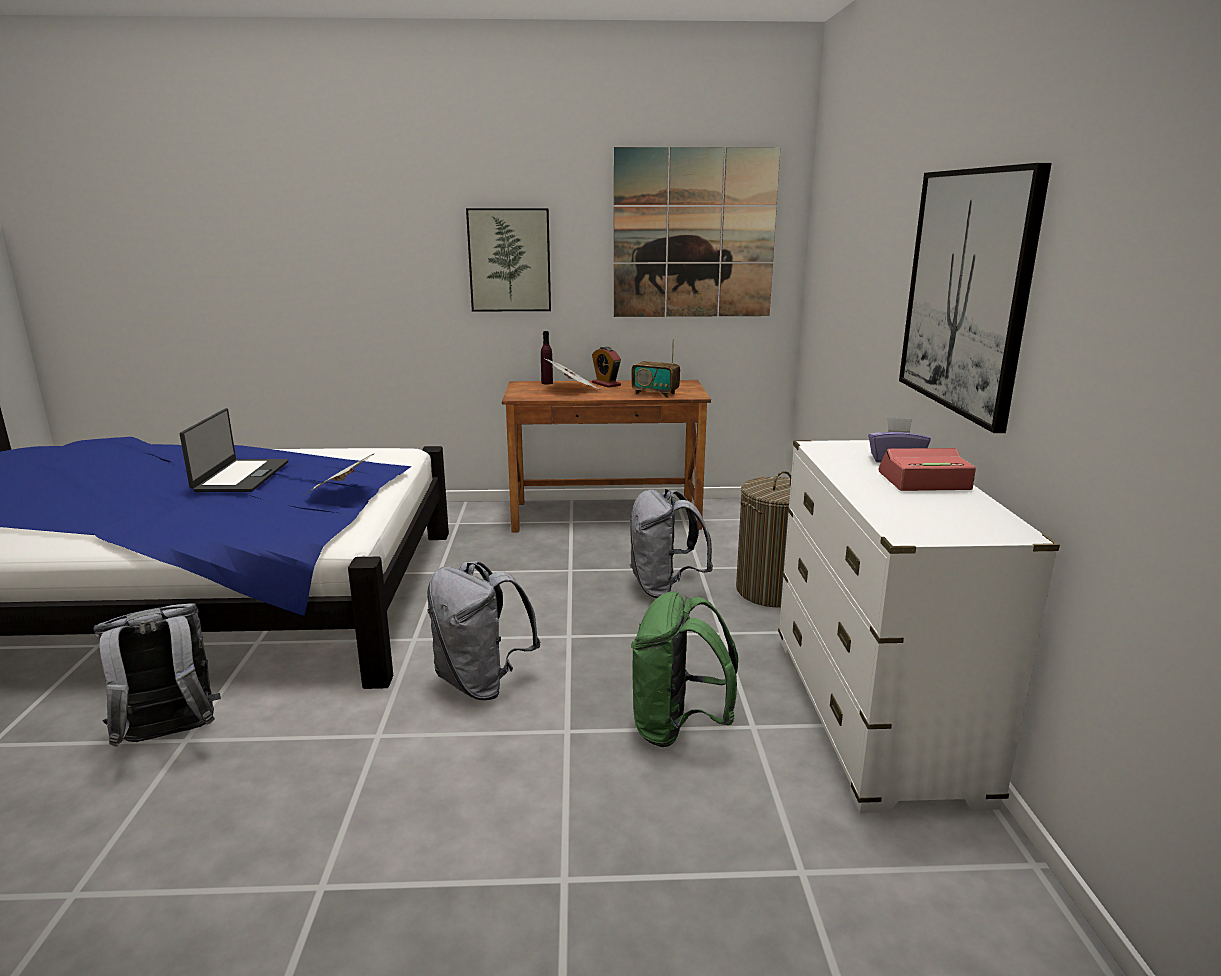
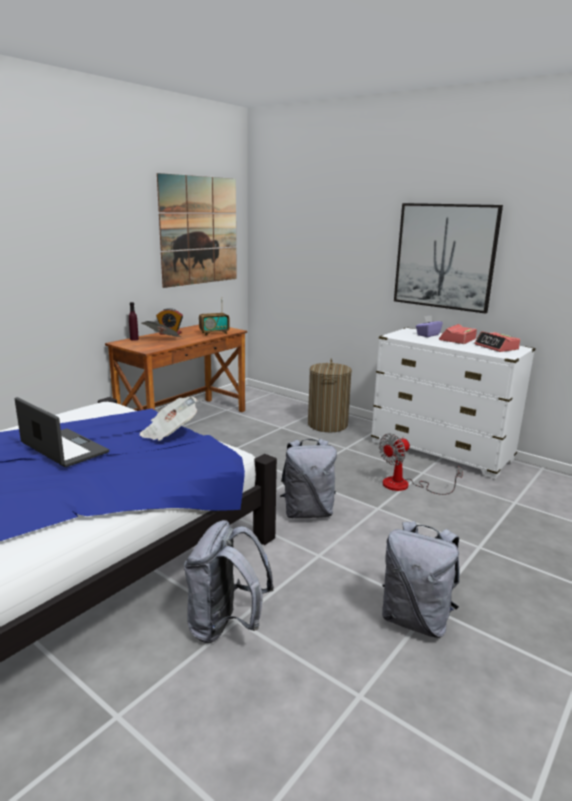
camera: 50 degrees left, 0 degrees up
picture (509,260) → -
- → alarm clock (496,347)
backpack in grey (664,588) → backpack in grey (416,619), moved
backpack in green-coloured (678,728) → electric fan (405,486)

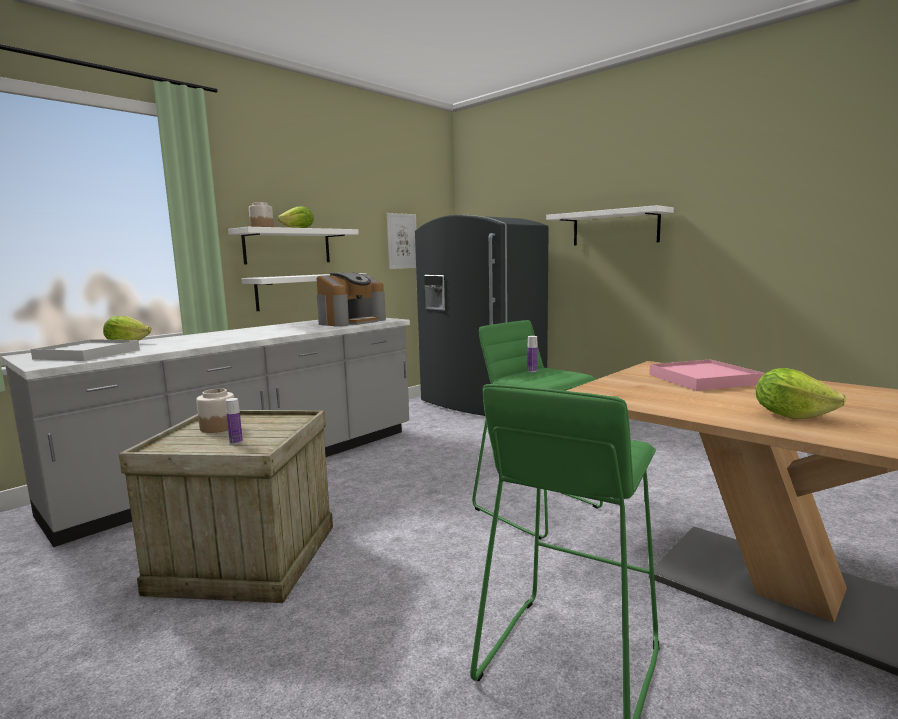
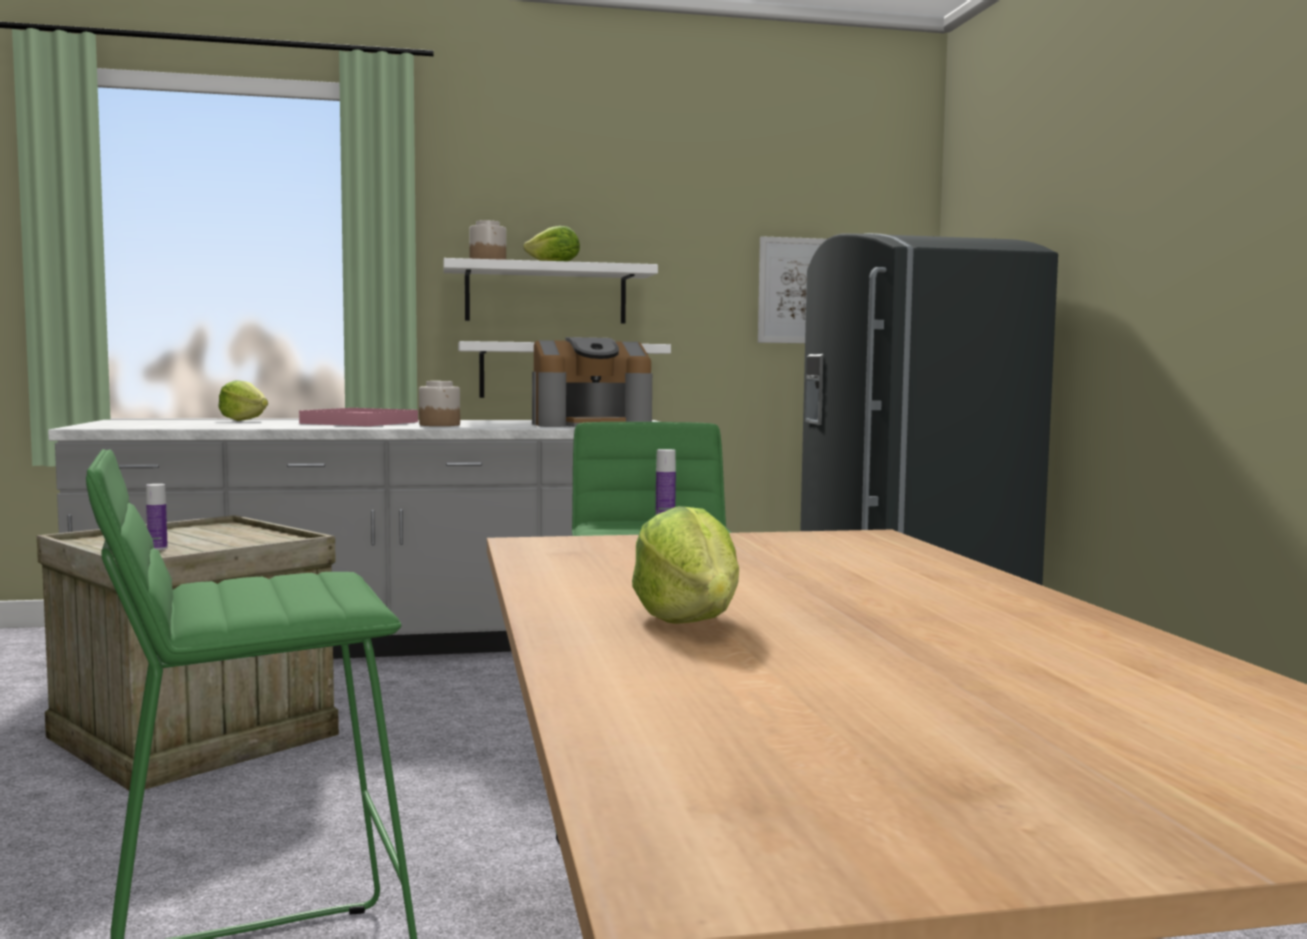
camera: 35 degrees right, 5 degrees down
tray in white (88,354) → -
wall shelf in white (615,228) → -
jar (218,427) → jar (440,425), moved
tray in pink-coloured (703,379) → tray in pink-coloured (359,423), moved

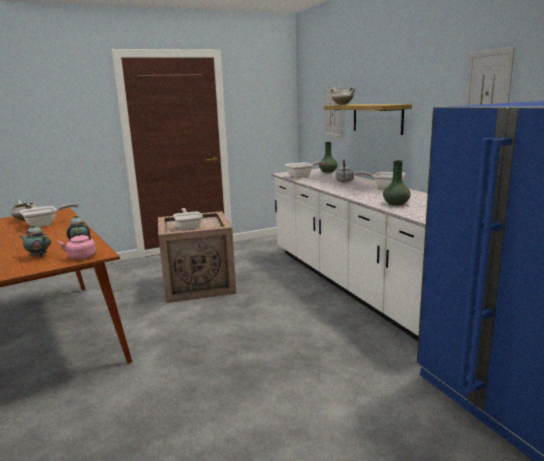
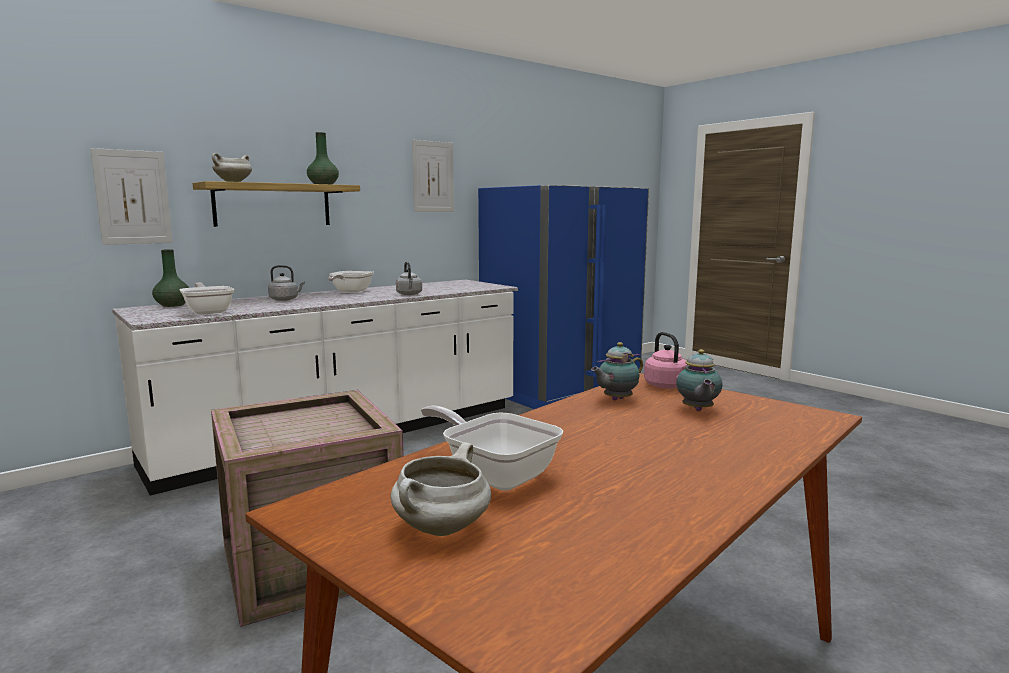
camera: 105 degrees left, 5 degrees down
pan (188,227) → -
- → tea kettle in grey (409,294)
vase in green-coloured (396,203) → vase in green-coloured (323,184), moved

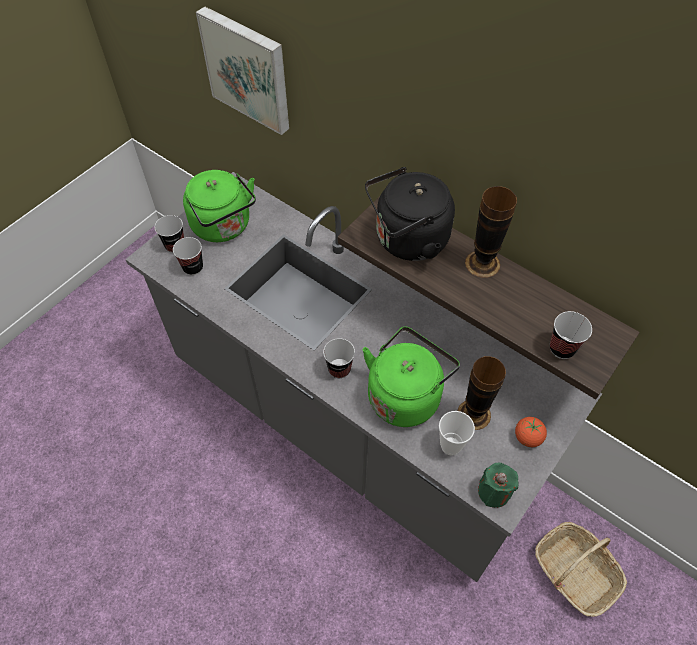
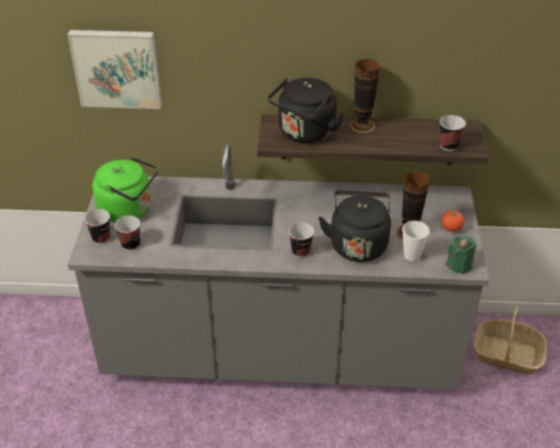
camera: 35 degrees left, 15 degrees down
tea kettle in green-coloured (405,394) → tea kettle in blackish (357,243)

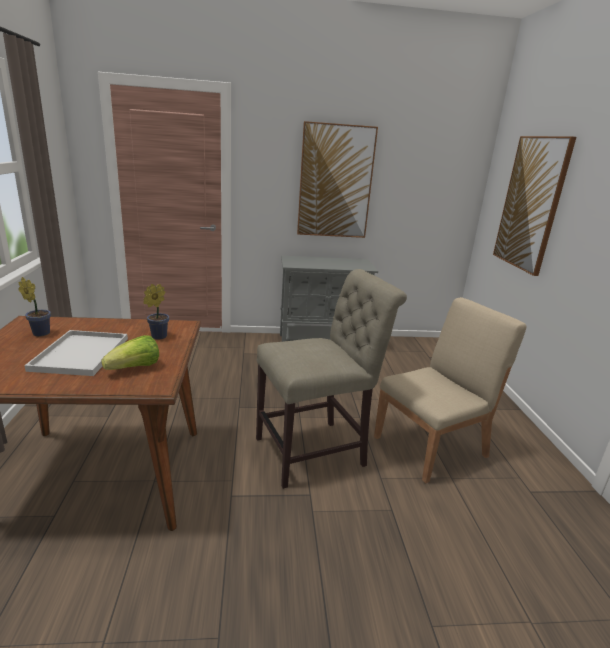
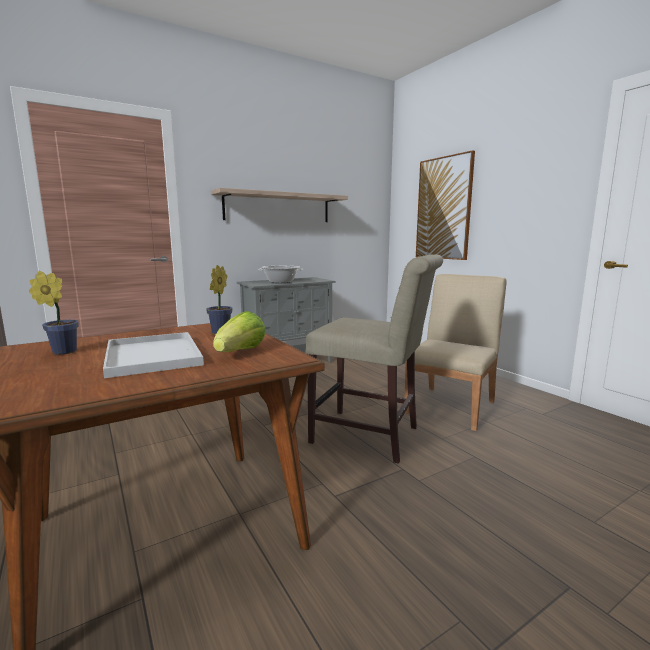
camera: 25 degrees left, 10 degrees down
- → stockpot (281,282)
picture (335,182) → wall shelf (278,207)
upright chair in beige (316,451) → upright chair in beige (371,436), 75 degrees clockwise

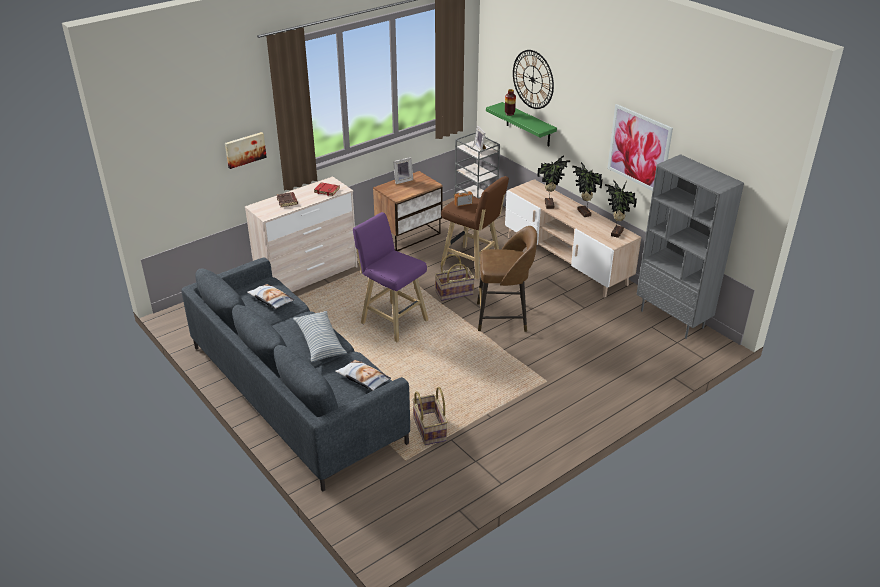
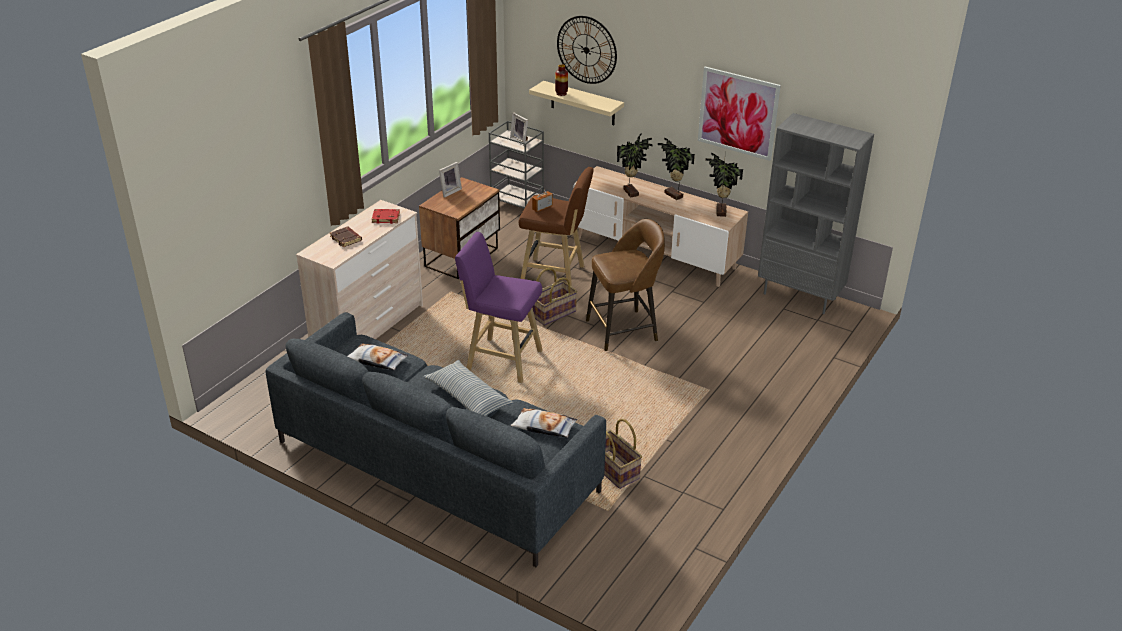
camera: 20 degrees left, 0 degrees up
picture (245,149) → -
wall shelf in green-coloured (528,125) → wall shelf in beige (582,103)

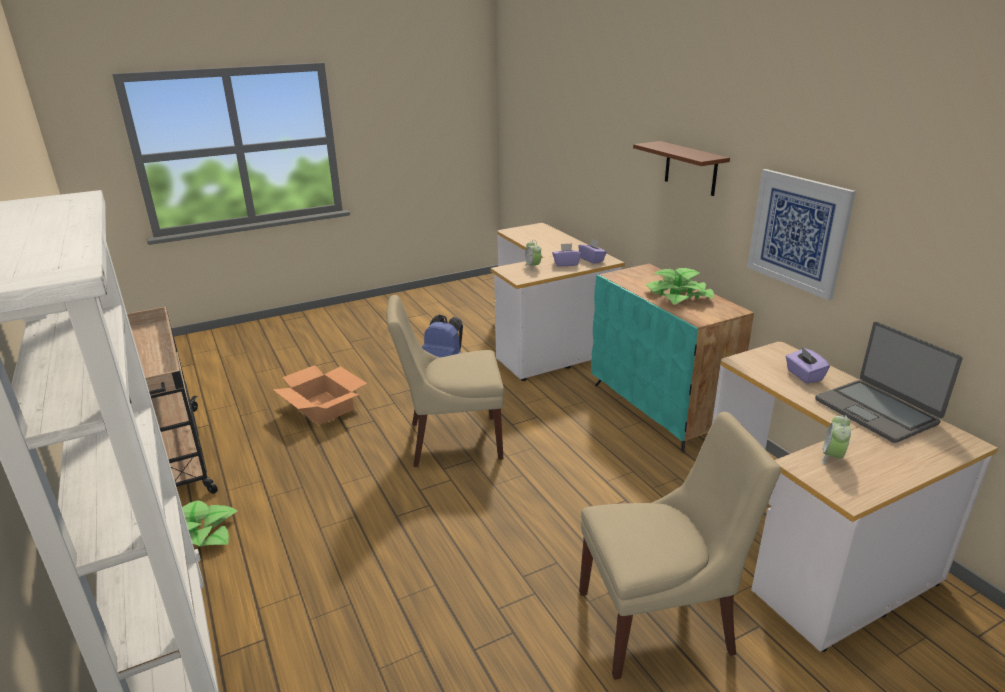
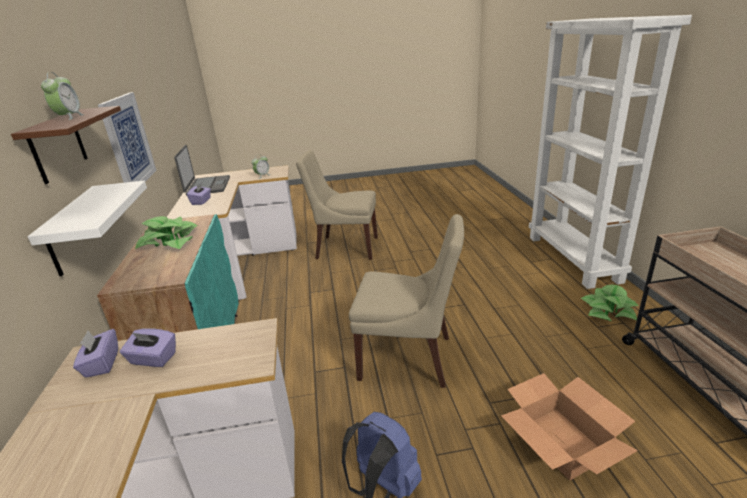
camera: 160 degrees left, 0 degrees up
- → wall shelf in white (73,230)
alarm clock (533,266) → alarm clock (69,117), moved

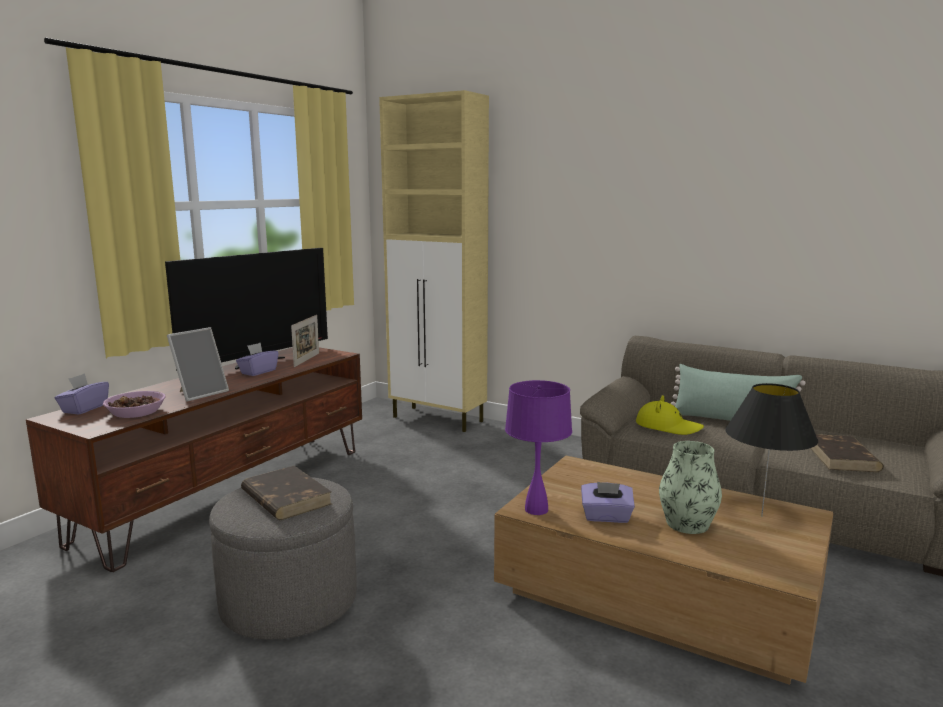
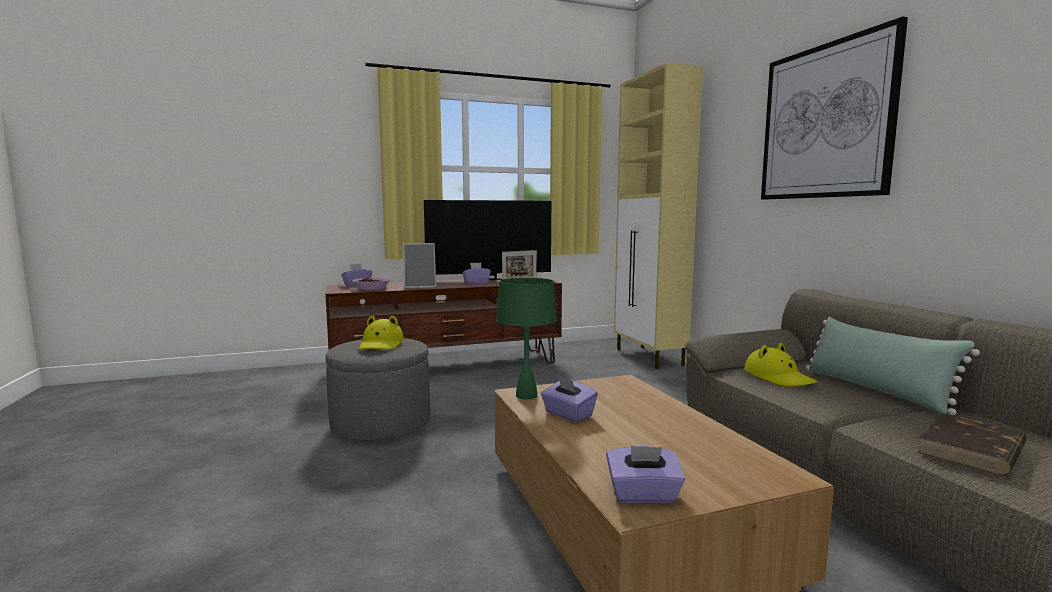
camera: 40 degrees right, 5 degrees down
vase (687,524) → -
tabletop lamp in blackish (761,516) → -
- → tissue box in purplish (643,495)
- → picture (825,122)
book in brown-coloured (285,497) → wearable hat in yellowish (381,345)
tabletop lamp in purplish (537,510) → tabletop lamp in green-coloured (526,396)

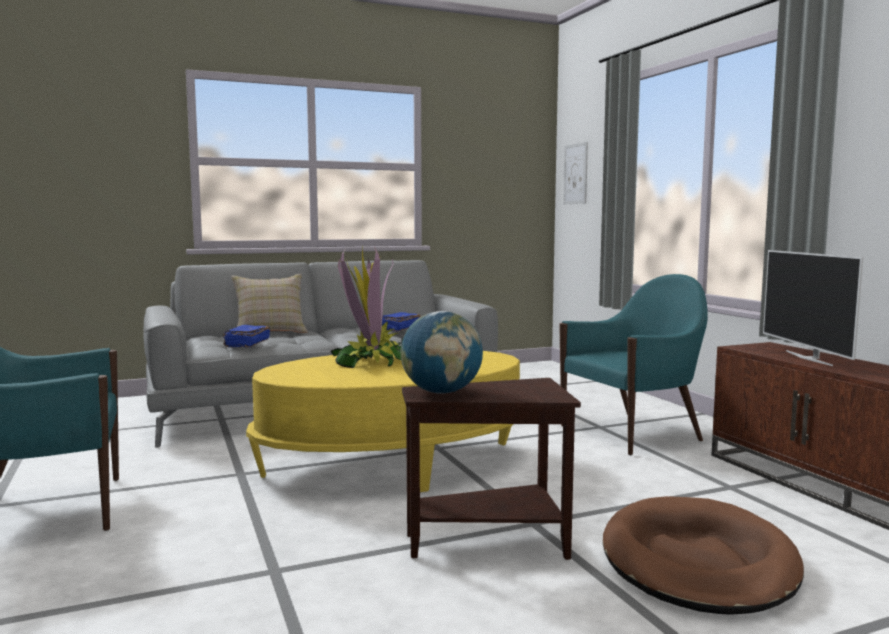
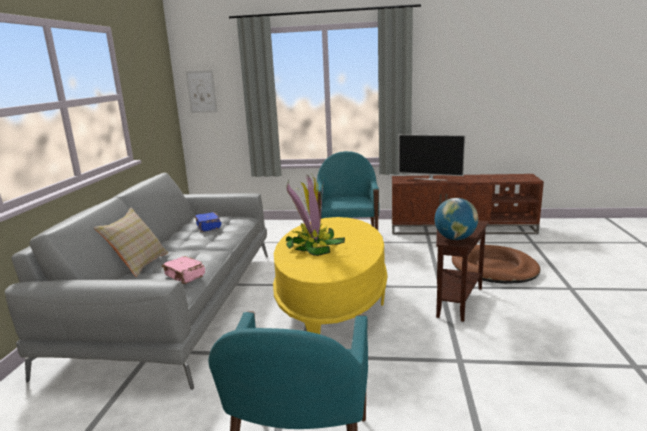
camera: 60 degrees left, 10 degrees up
book in bluish (246,344) → book in pink-coloured (185,276)

